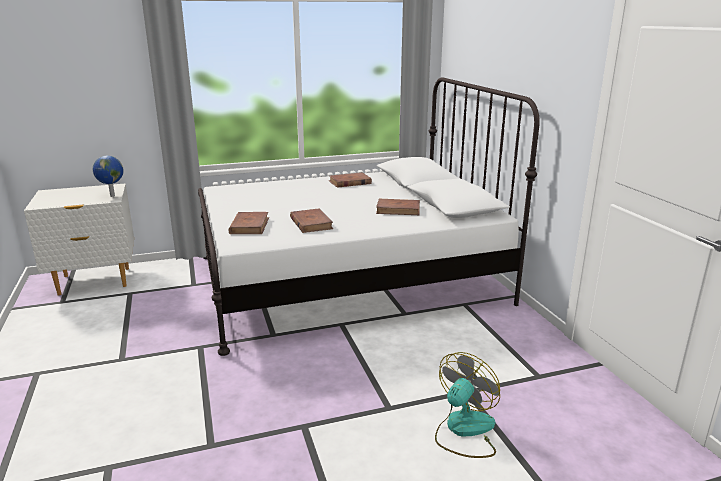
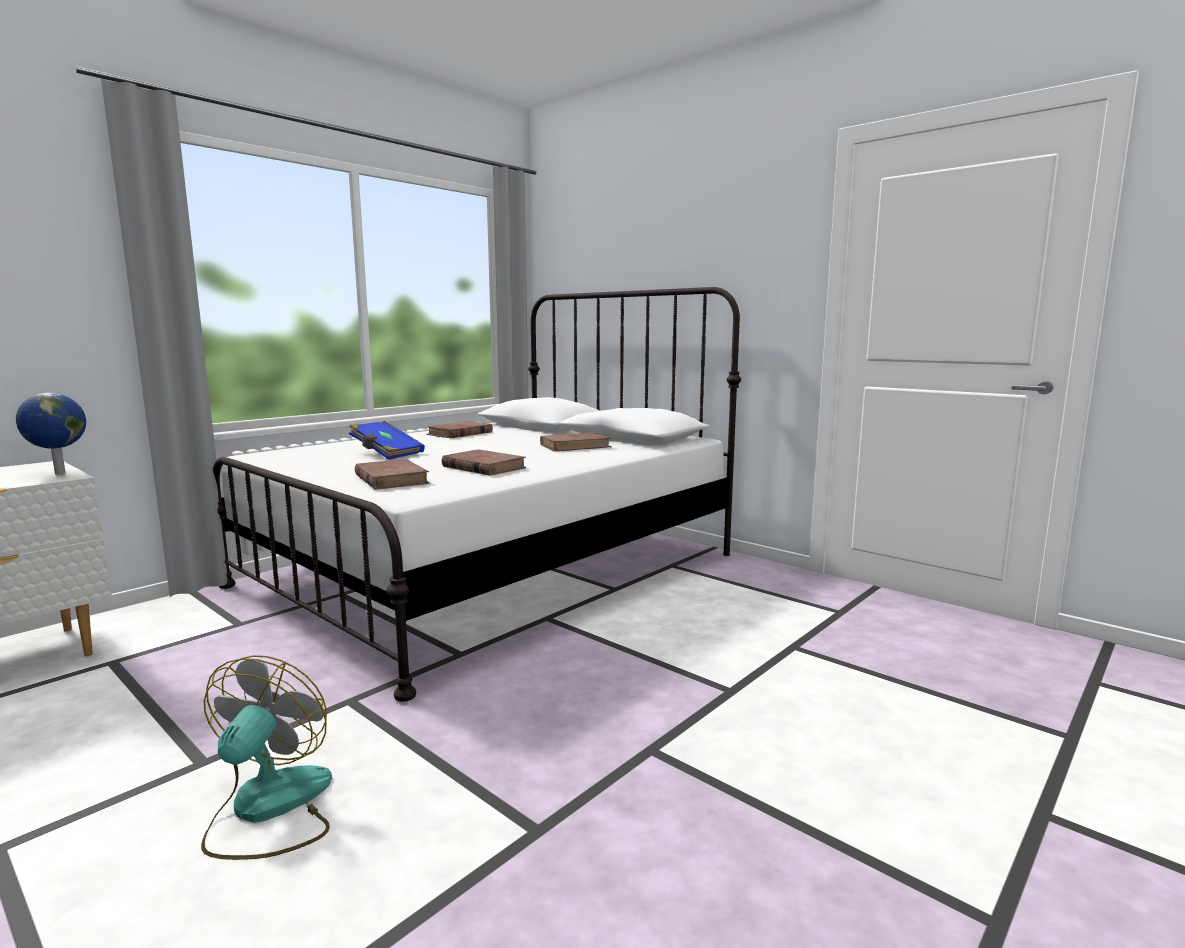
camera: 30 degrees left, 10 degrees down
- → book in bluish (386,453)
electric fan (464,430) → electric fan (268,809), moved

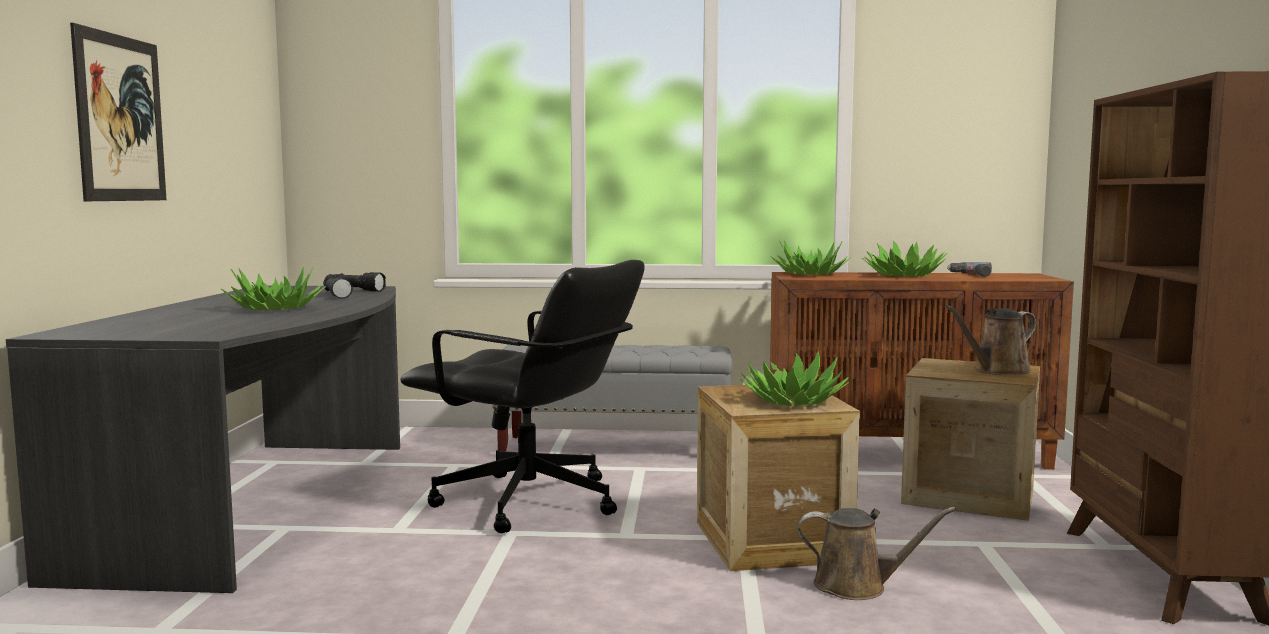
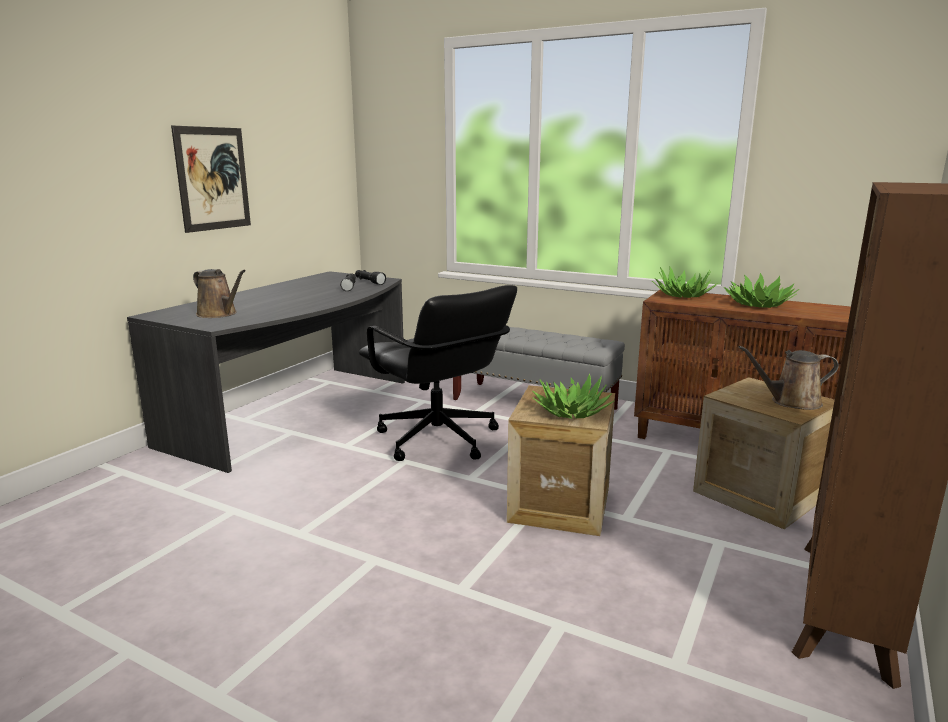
camera: 25 degrees right, 10 degrees up
potted plant (275,309) → -
drill (972,275) → -
watering pot in brown-coloured (857,586) → watering pot in brown-coloured (219,314), moved

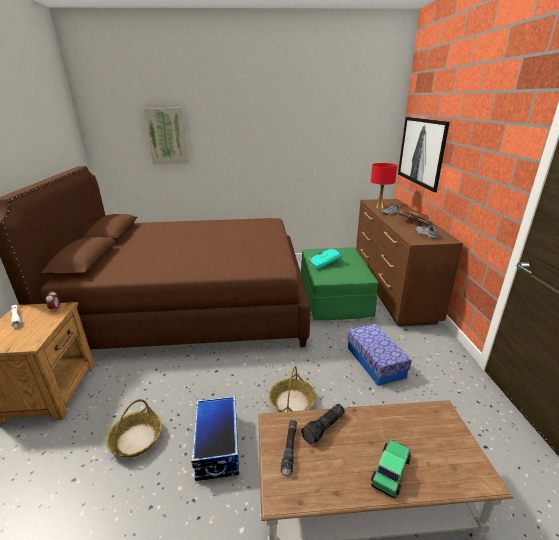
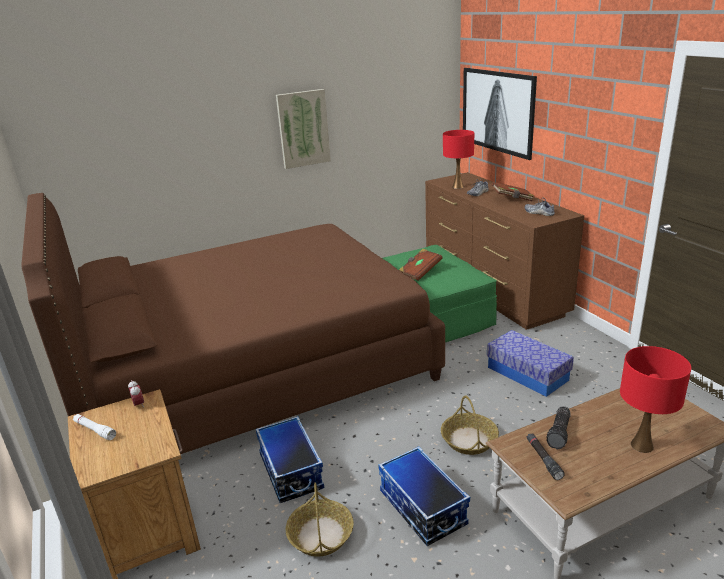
camera: 20 degrees left, 0 degrees up
- → storage bin (290,471)
picture (167,136) → picture (303,128), moved
miniature car (391,470) → tabletop lamp in reddish (641,445)
book in turquoise-coloured (324,263) → book in brown-coloured (420,272)

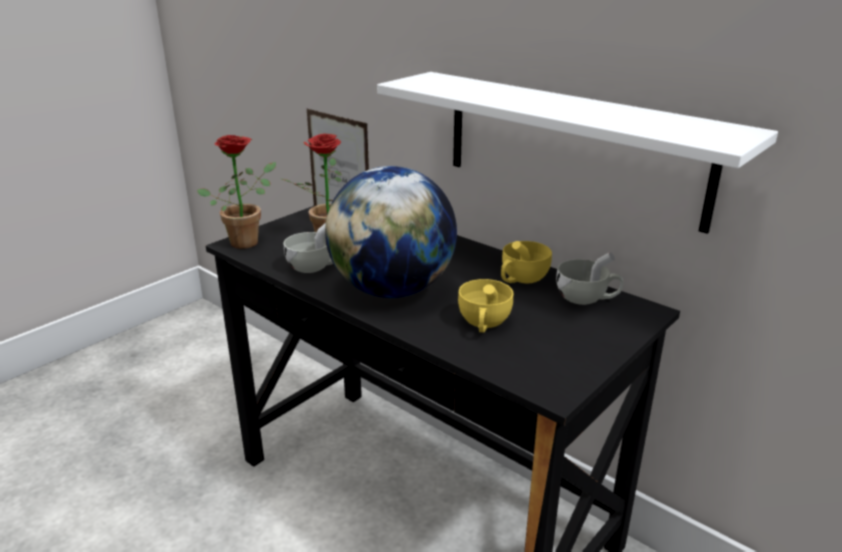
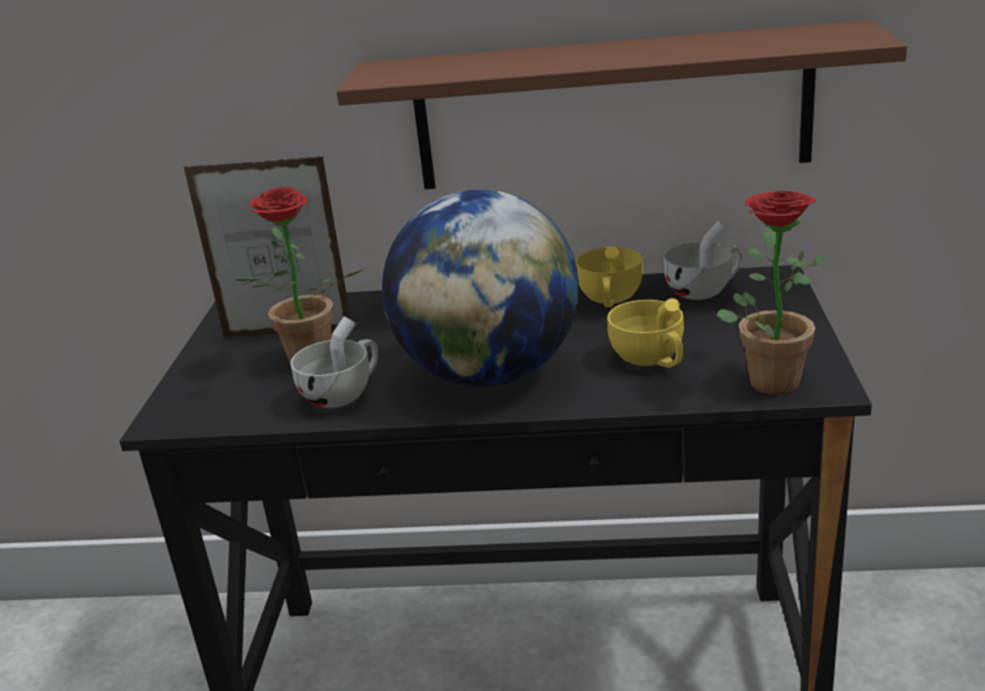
camera: 35 degrees left, 0 degrees up
potted plant (248,240) → potted plant (769,377), moved
wall shelf in white (571,147) → wall shelf in brown-coloured (611,109)

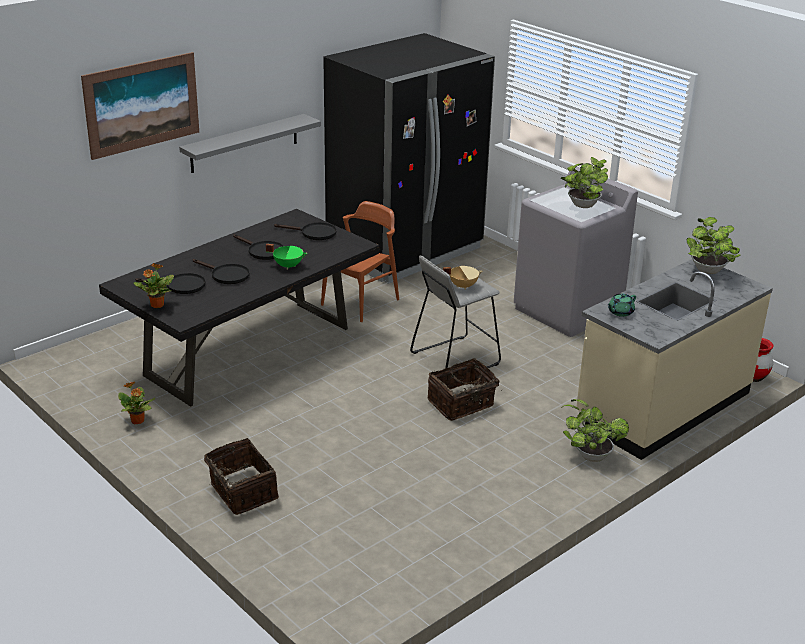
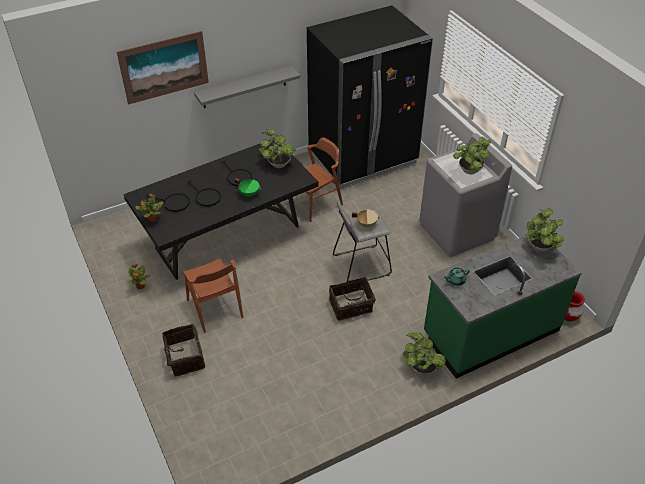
camera: 15 degrees right, 15 degrees up
- → upright chair in brown-coloured (215,309)
pan in blackish (313,233) → potted plant (278,164)
counter in beige (662,406) → counter in green-coloured (490,332)

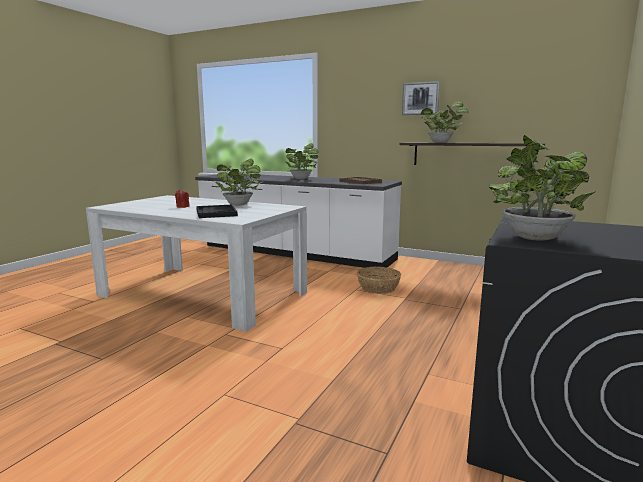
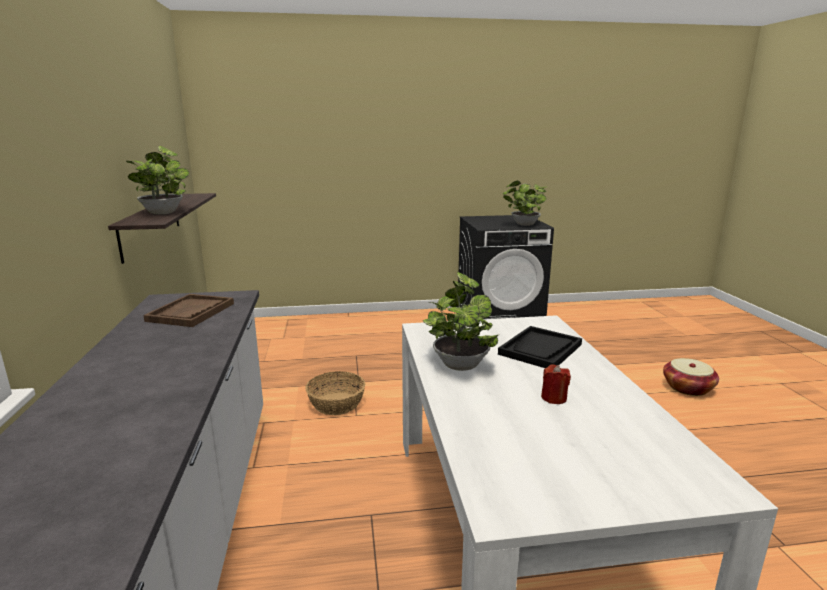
camera: 125 degrees left, 5 degrees up
potted plant (302,178) → -
picture (420,98) → -
- → basket (687,388)

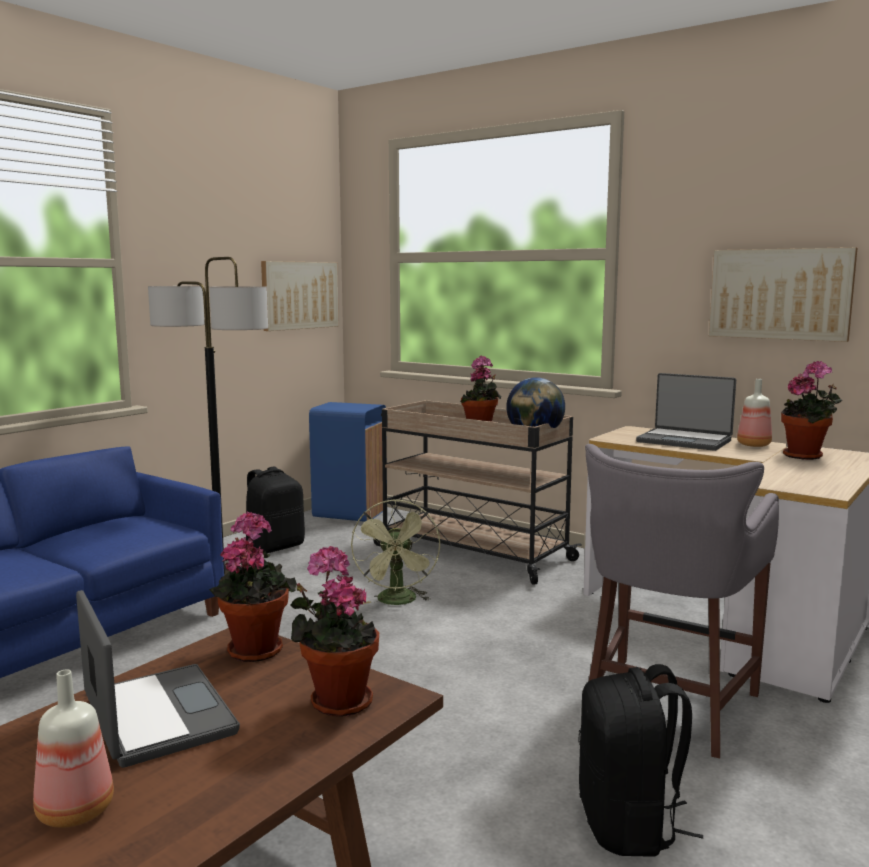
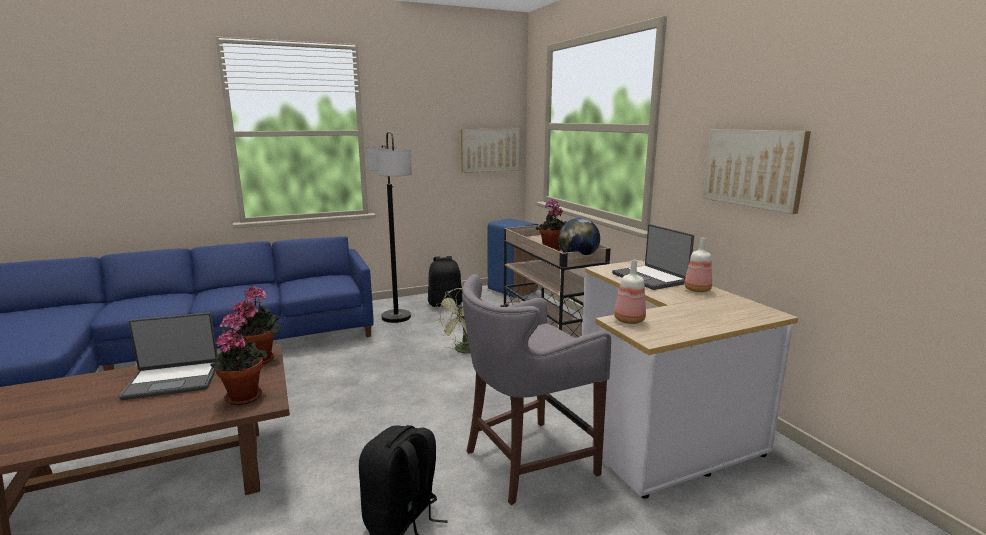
camera: 30 degrees right, 5 degrees up
potted plant (806,456) → -
bottle (73,813) → bottle (628,320), moved
laptop (155,717) → laptop (173,380), 75 degrees clockwise

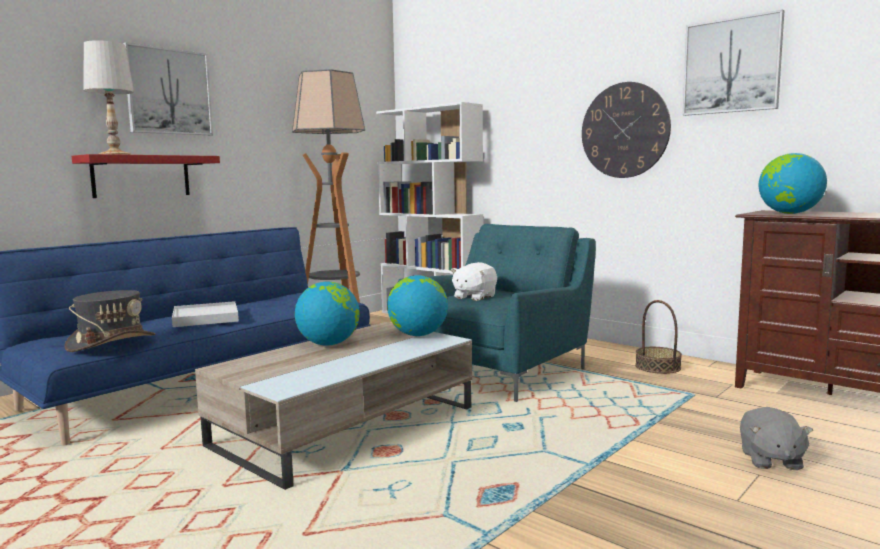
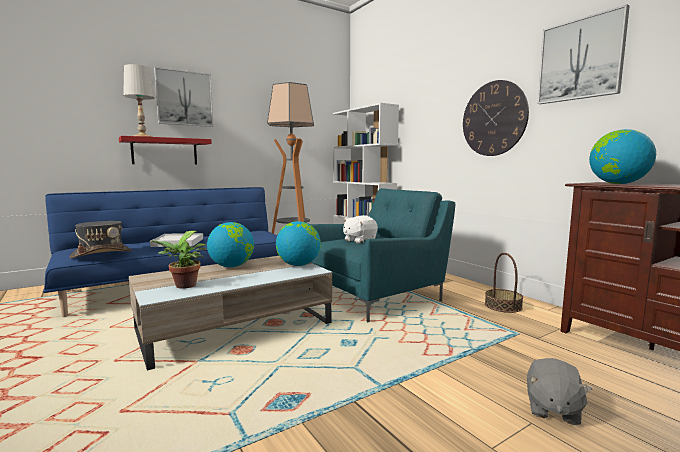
camera: 15 degrees right, 0 degrees up
- → potted plant (183,286)

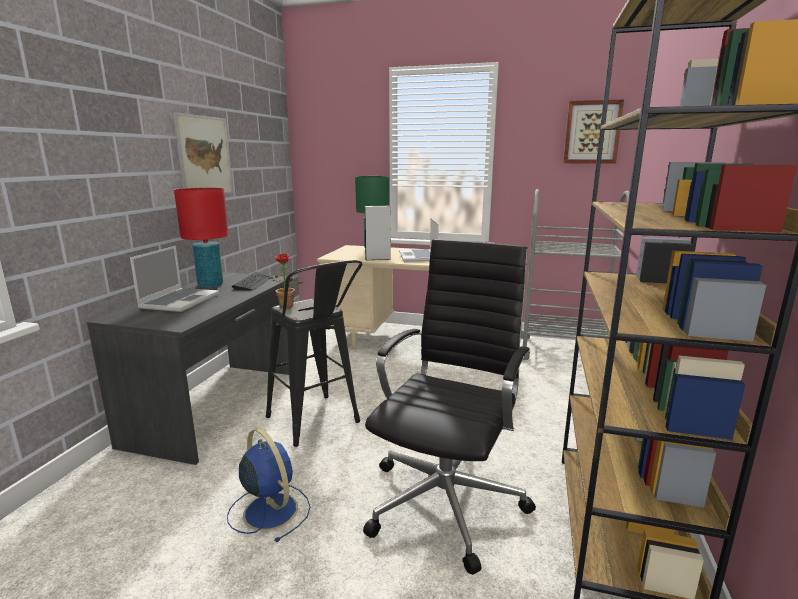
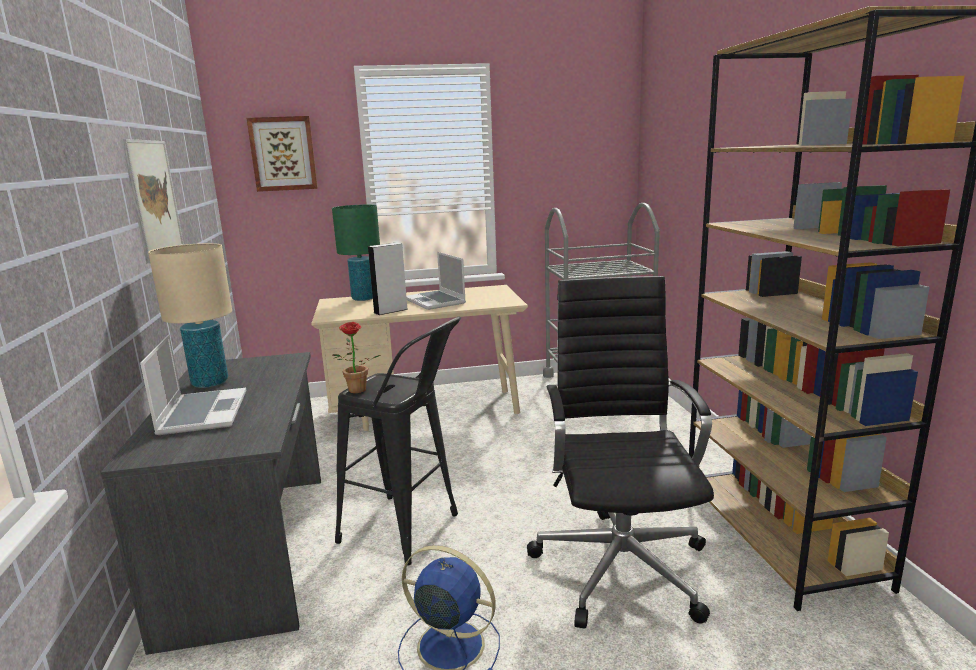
camera: 25 degrees left, 0 degrees up
keyboard (253,282) → -
picture (592,132) → picture (283,154), moved
tabletop lamp in reddish (210,285) → tabletop lamp in beige (209,383)

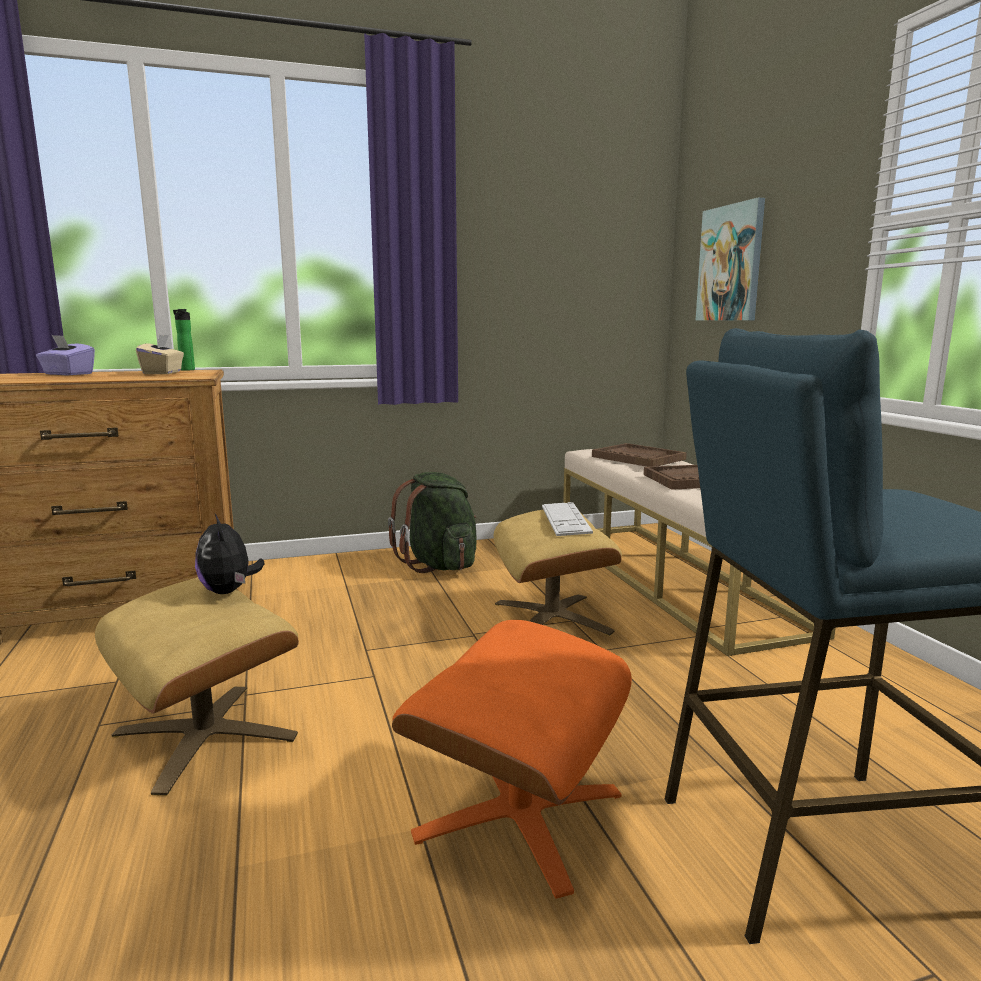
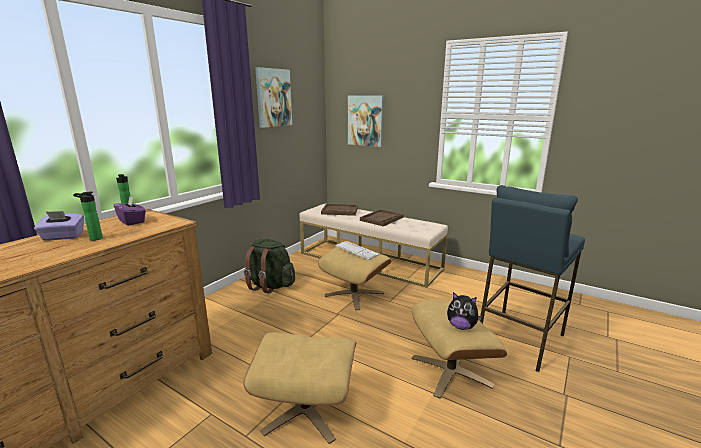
camera: 40 degrees left, 5 degrees up
- → bottle (94,239)
- → picture (273,98)
plush toy (229,591) → plush toy (461,326), moved
tissue box in beige (163,373) → tissue box in purplish (132,221)
footrest in orange-coloured (519,813) → footrest in beige (450,371)

